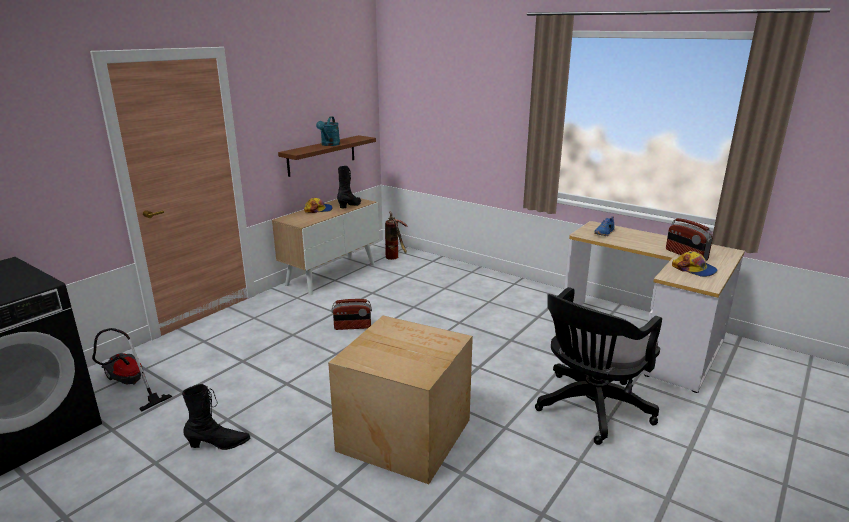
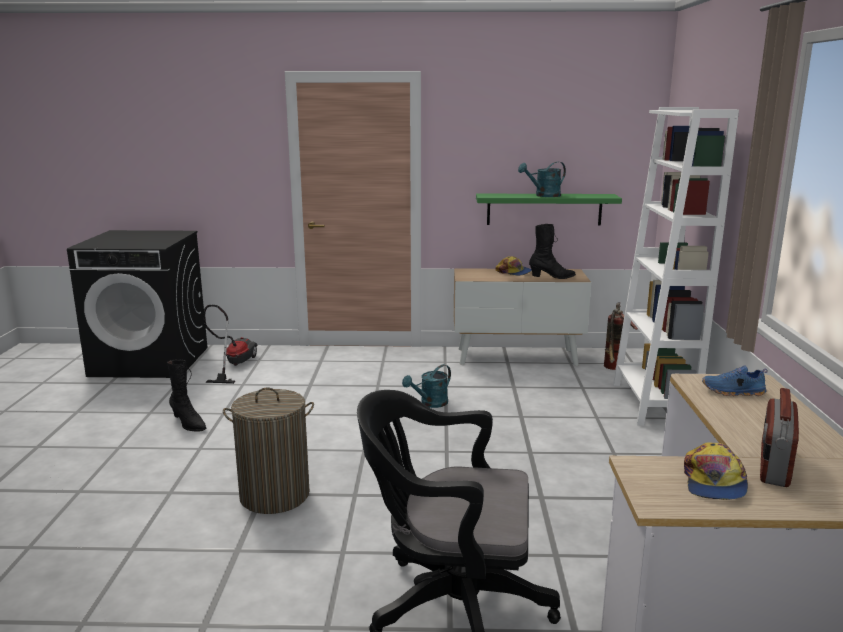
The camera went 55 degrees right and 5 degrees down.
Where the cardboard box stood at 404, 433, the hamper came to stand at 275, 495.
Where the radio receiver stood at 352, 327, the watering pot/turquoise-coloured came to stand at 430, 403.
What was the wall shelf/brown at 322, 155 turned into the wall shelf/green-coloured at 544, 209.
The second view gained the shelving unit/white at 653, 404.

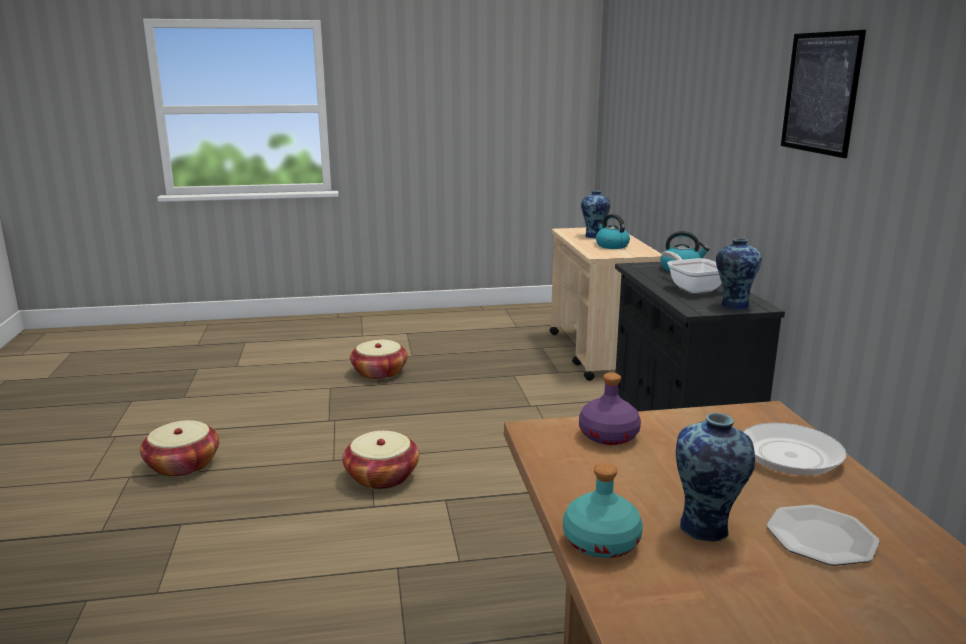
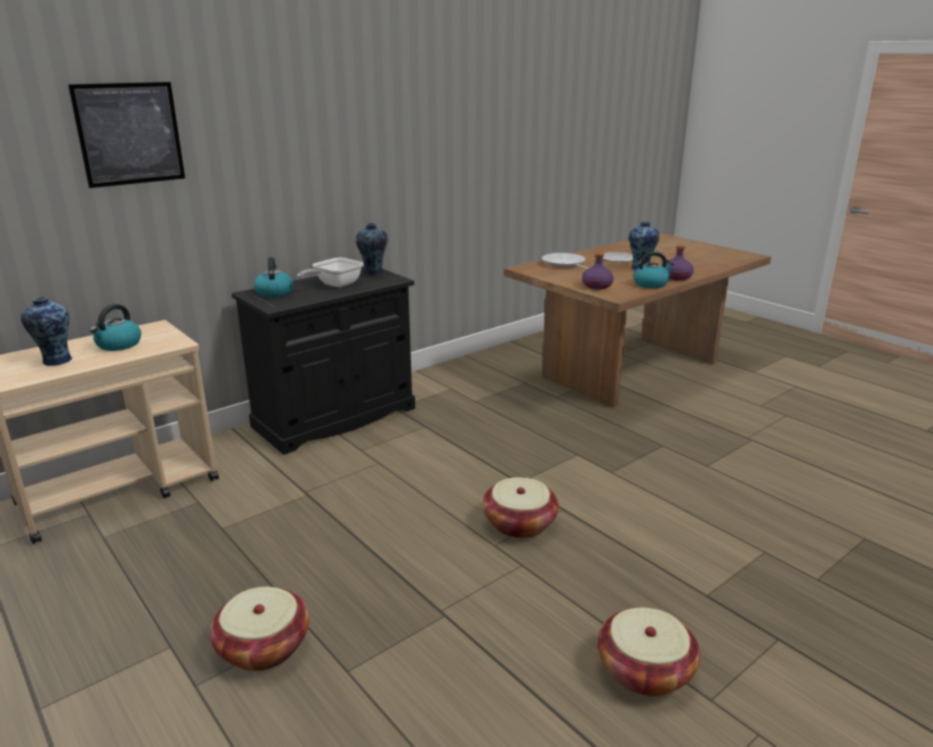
The camera went 120 degrees left and 5 degrees up.
The wall picture ended up elsewhere, having gone from 820, 93 to 129, 134.
The second view gained the water kettle at 651, 284.
What was the beverage bottle/turquoise-coloured at 602, 542 turned into the beverage bottle/purple-coloured at 676, 277.

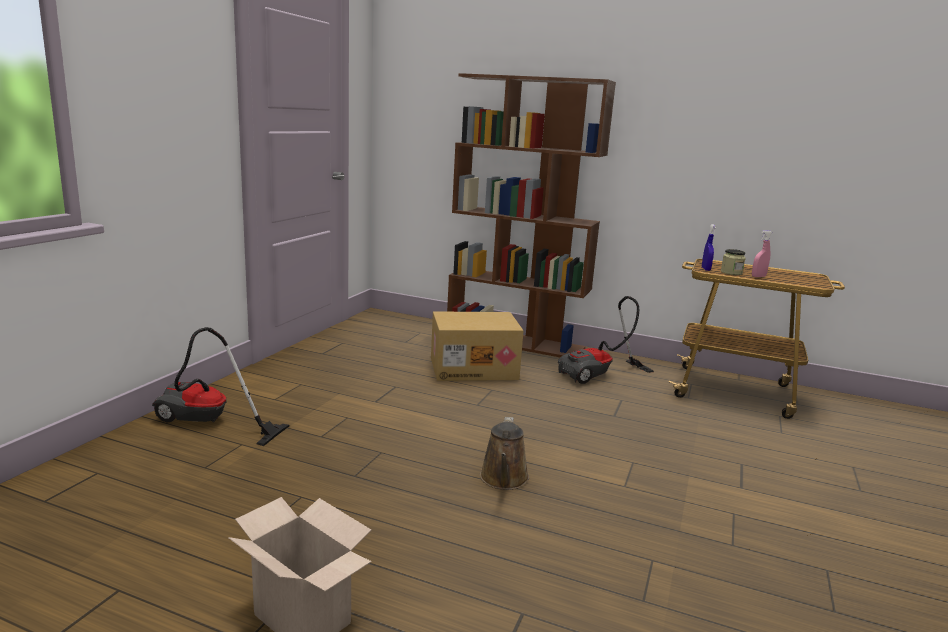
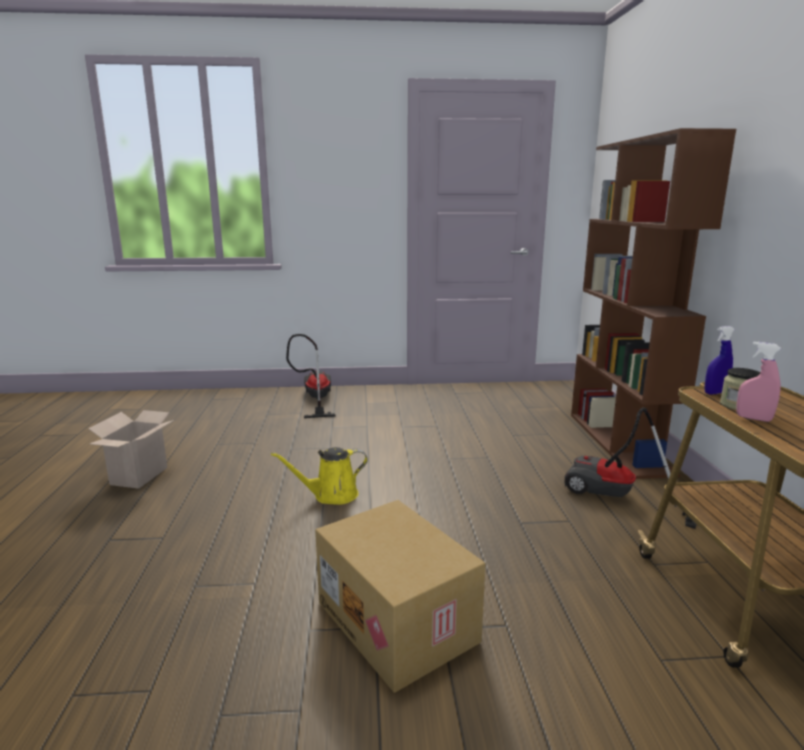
The camera went 65 degrees right and 0 degrees up.
What was the watering pot/brown at 504, 479 turned into the watering pot/yellow at 331, 495.
The cardboard box ended up elsewhere, having gone from 474, 368 to 399, 621.

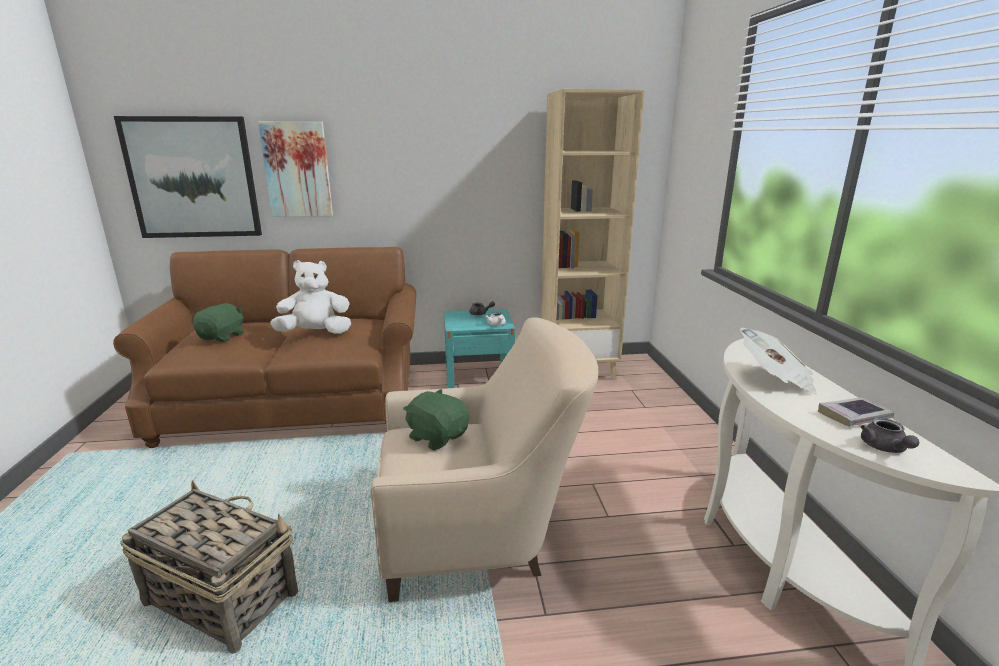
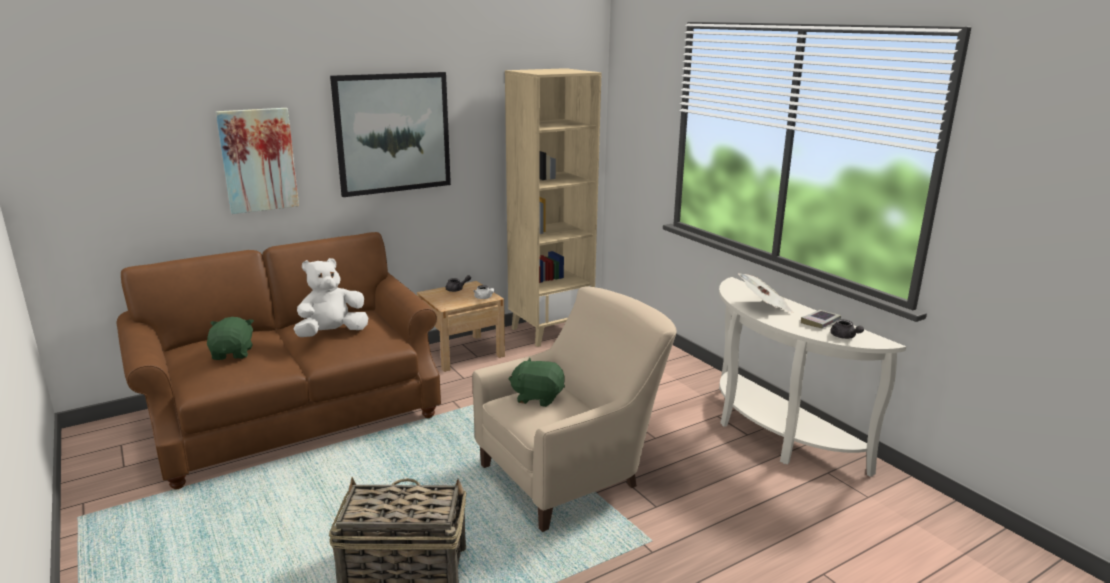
The camera went 25 degrees left and 0 degrees up.
The wall picture ended up elsewhere, having gone from 193, 178 to 393, 133.
What was the night table/turquoise-coloured at 478, 375 turned into the night table/sand-coloured at 462, 352.

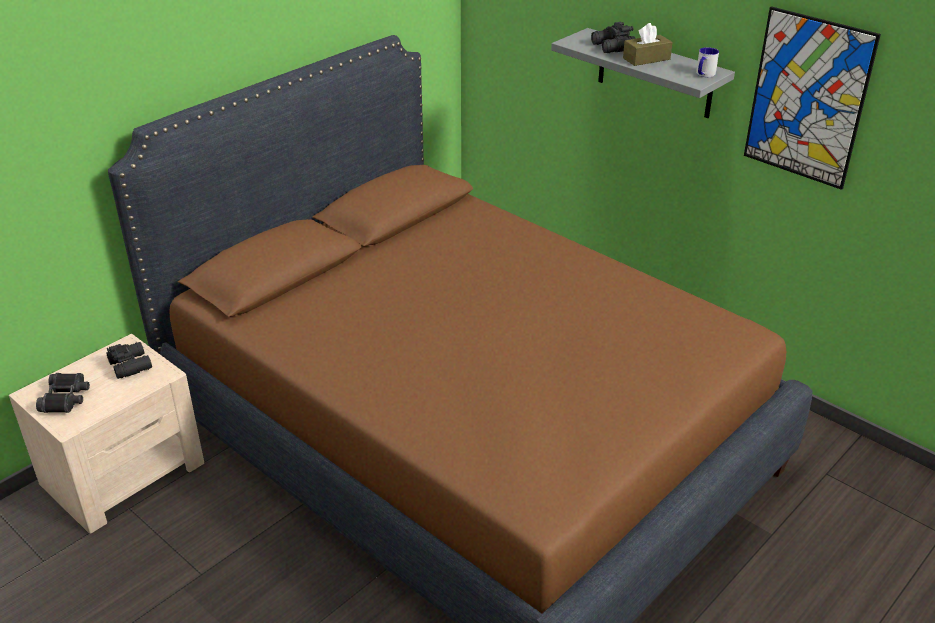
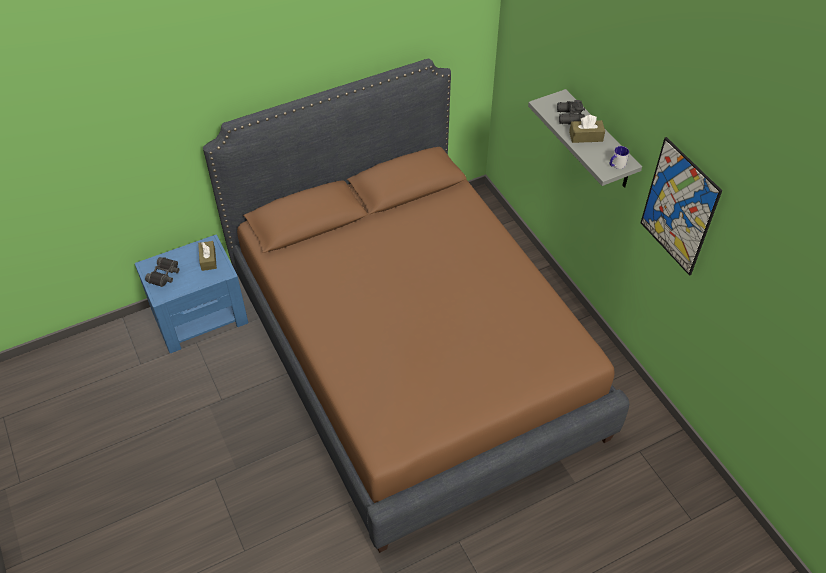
The camera went 20 degrees right and 15 degrees up.
What was the night table/sand-coloured at 124, 473 turned into the night table/blue at 200, 316.
Where the field glasses/blackish stood at 131, 364, the tissue holder/brown came to stand at 208, 259.

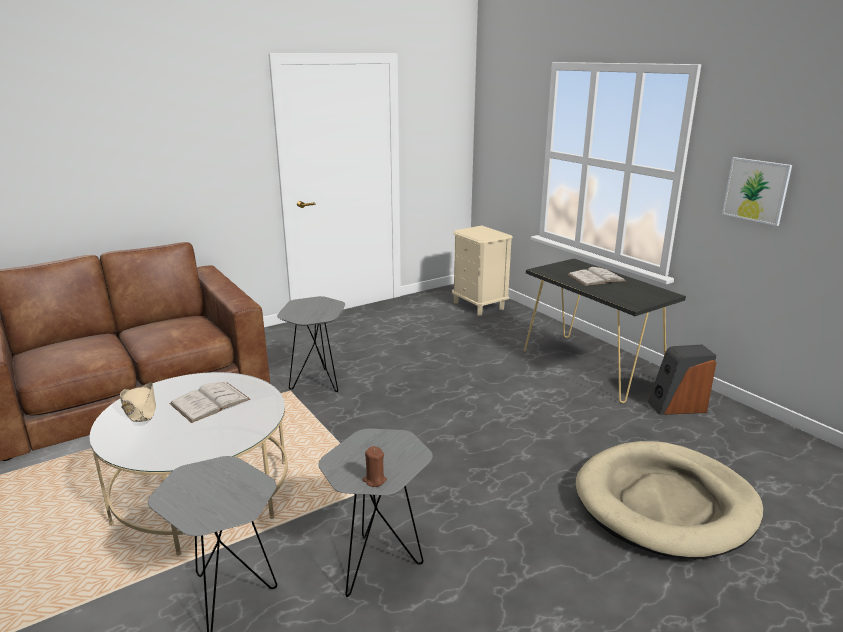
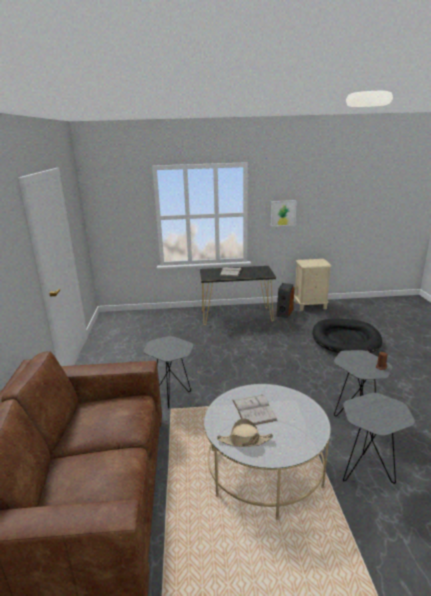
The camera went 60 degrees left and 0 degrees up.
The night table/sand-coloured ended up elsewhere, having gone from 479, 305 to 310, 305.
What was the dog bed/sand-coloured at 665, 503 turned into the dog bed/blackish at 345, 339.

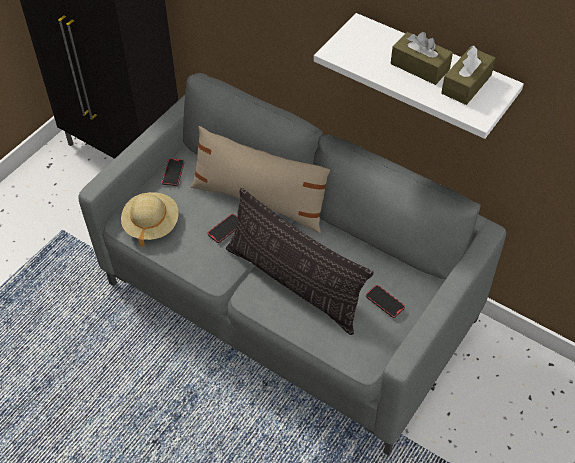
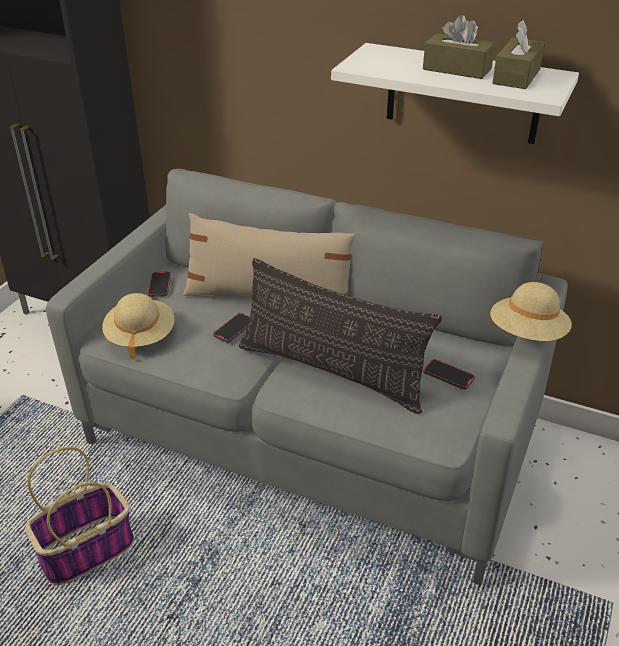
The camera went 10 degrees left and 15 degrees down.
The second view gained the household basket at 87, 549.
The second view gained the clothing hat/sand-coloured at 527, 334.

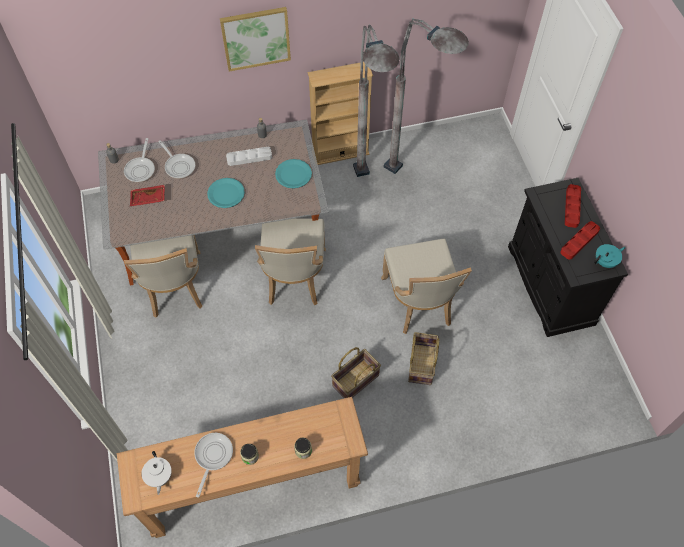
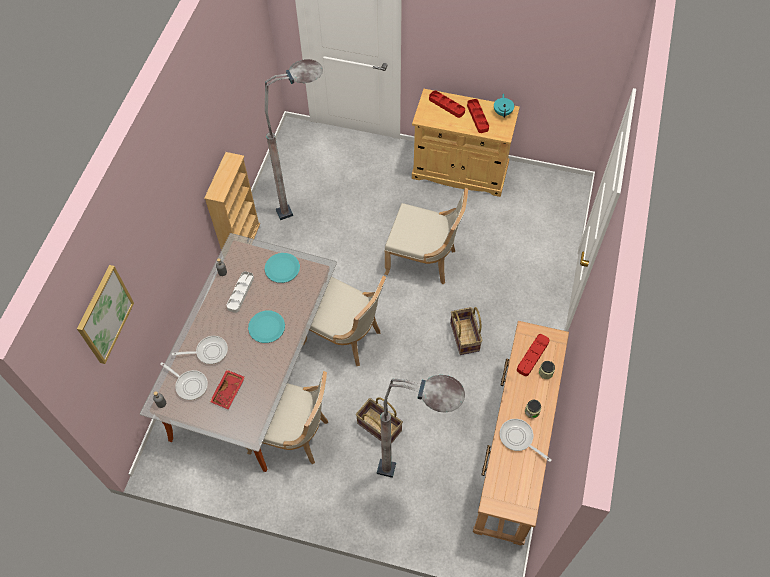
The camera went 60 degrees left and 0 degrees up.
The wall picture ended up elsewhere, having gone from 256, 38 to 104, 314.
The household basket ended up elsewhere, having gone from 421, 364 to 378, 427.
The standing lamp/gray ended up elsewhere, having gone from 369, 193 to 418, 477.
What was the cabinet/blackish at 550, 285 turned into the cabinet/sand-coloured at 460, 171.
The second view gained the carrying tray/red at 532, 356.
The second view lost the pot for tea/white at 159, 477.

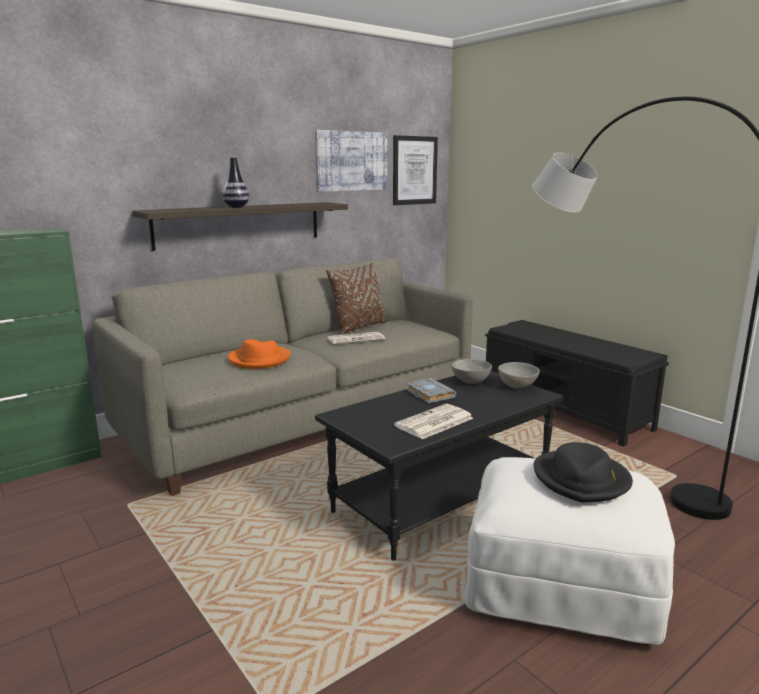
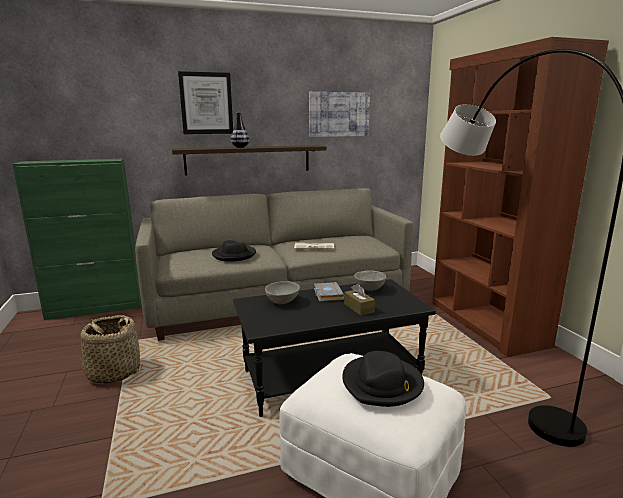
The camera went 20 degrees right and 0 degrees up.
The second view gained the household basket at 113, 372.
The wall picture ended up elsewhere, having gone from 414, 170 to 206, 103.
What was the clothing hat/orange at 259, 360 turned into the clothing hat/blackish at 234, 255.
The deep dish/gray ended up elsewhere, having gone from 518, 386 to 283, 302.
The second view gained the tissue holder/brown at 359, 308.
Where the indoor bench/blackish stood at 565, 410, the shelving unit/brown came to stand at 486, 323.
The second view lost the cushion/brown at 359, 327.
The second view lost the newspaper at 434, 422.

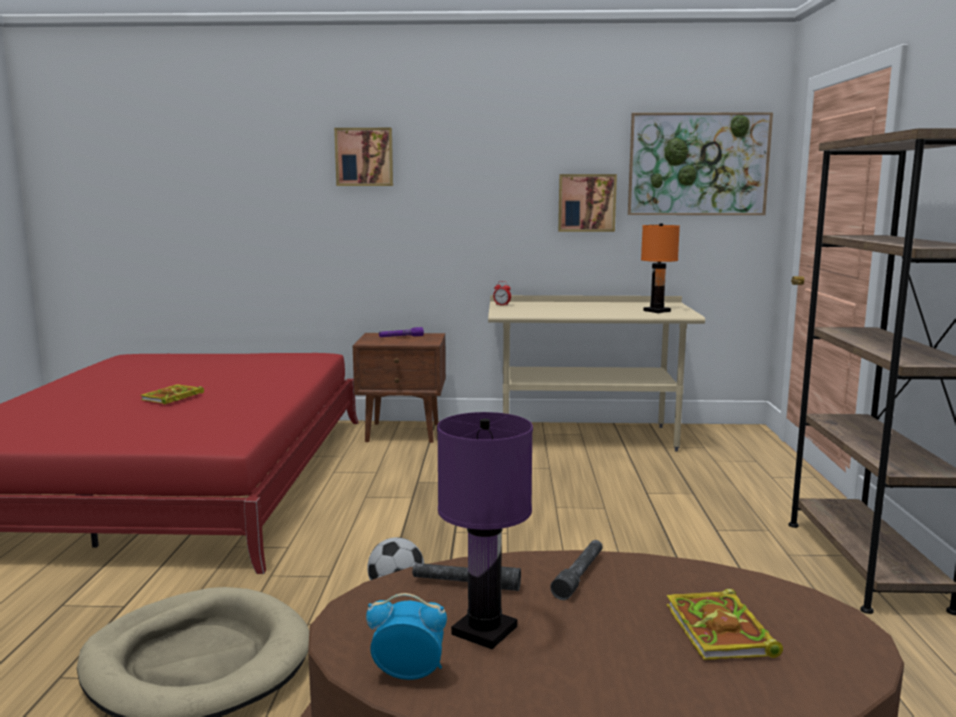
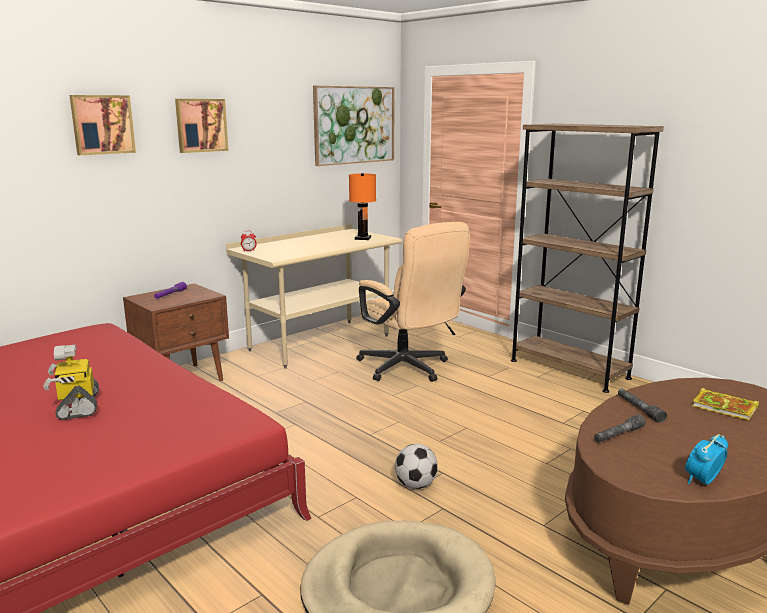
The camera went 45 degrees left and 5 degrees up.
Where the bound book stood at 171, 397, the robot figure came to stand at 77, 406.
The wall picture ended up elsewhere, having gone from 586, 203 to 201, 125.
The second view gained the desk chair/sand-coloured at 409, 369.
The second view lost the tabletop lamp/purple-coloured at 485, 630.

